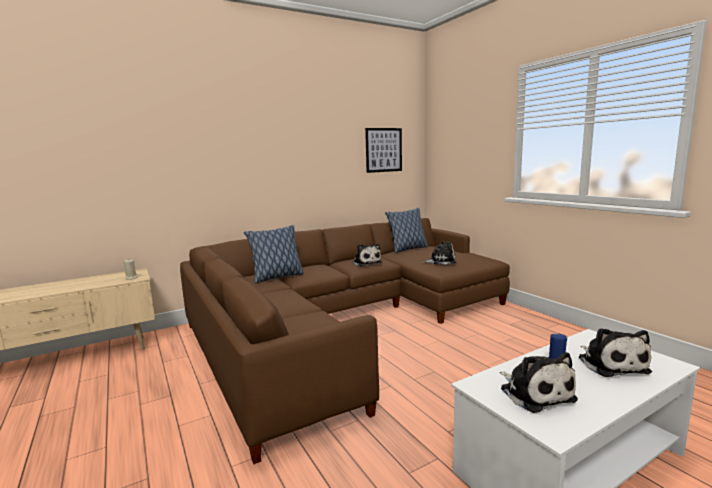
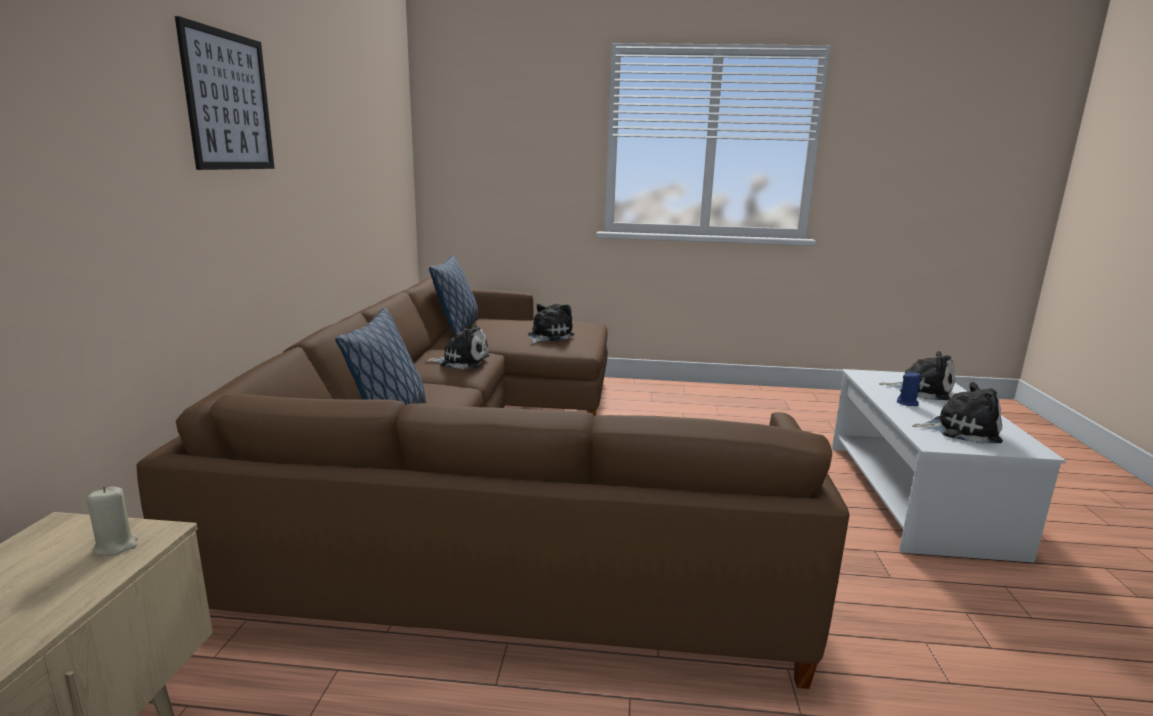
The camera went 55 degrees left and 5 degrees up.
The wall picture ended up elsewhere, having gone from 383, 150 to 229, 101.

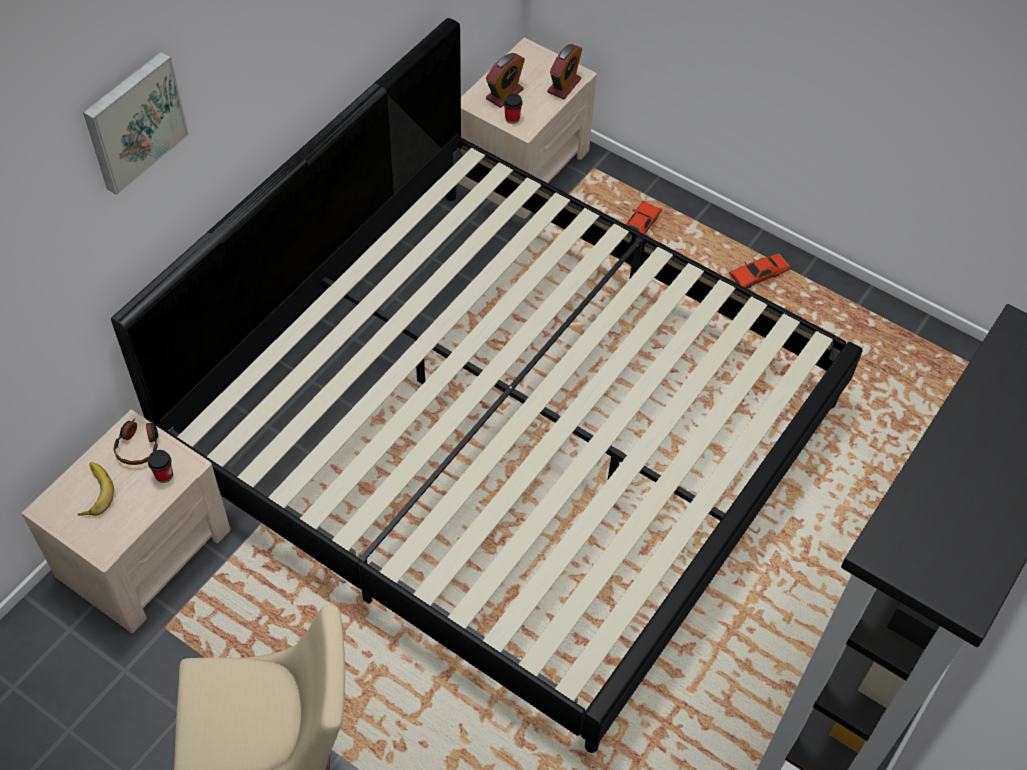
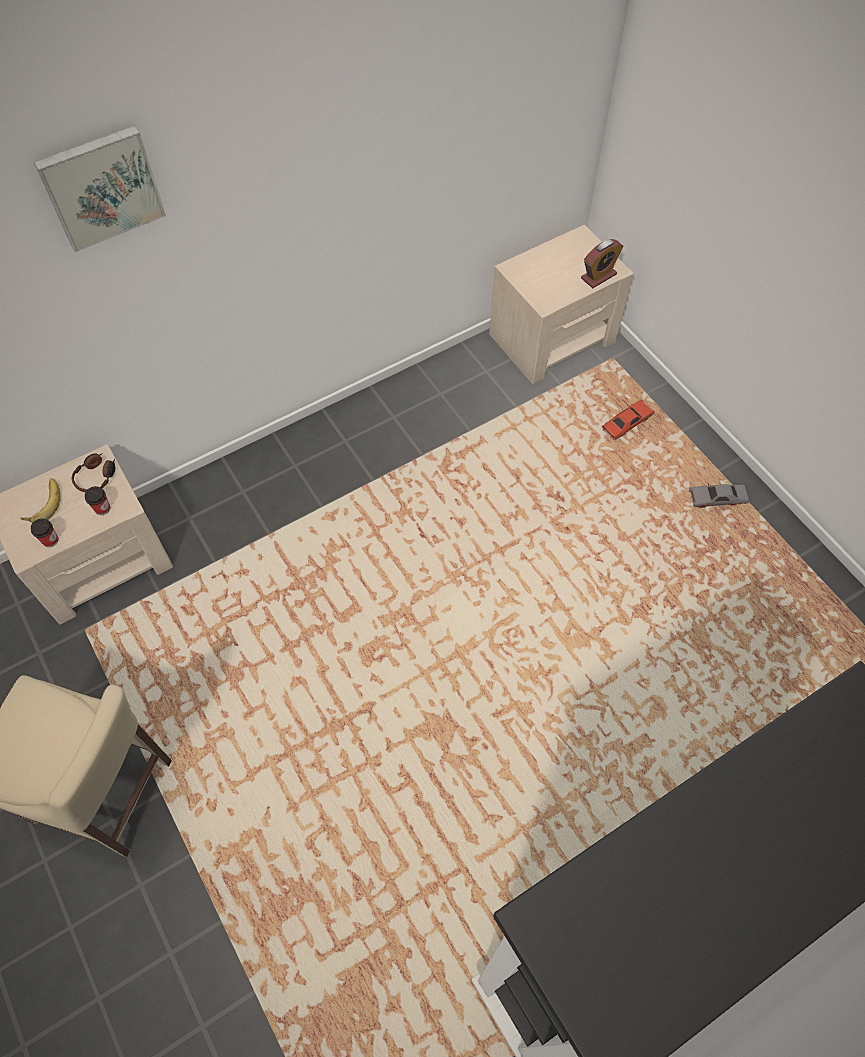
The camera went 25 degrees right and 5 degrees up.
The cup ended up elsewhere, having gone from 512, 118 to 50, 540.
What was the toy car/red at 758, 275 turned into the toy car/gray at 717, 499.
The second view lost the bedroom bed at 510, 434.
The second view lost the table clock at 504, 94.

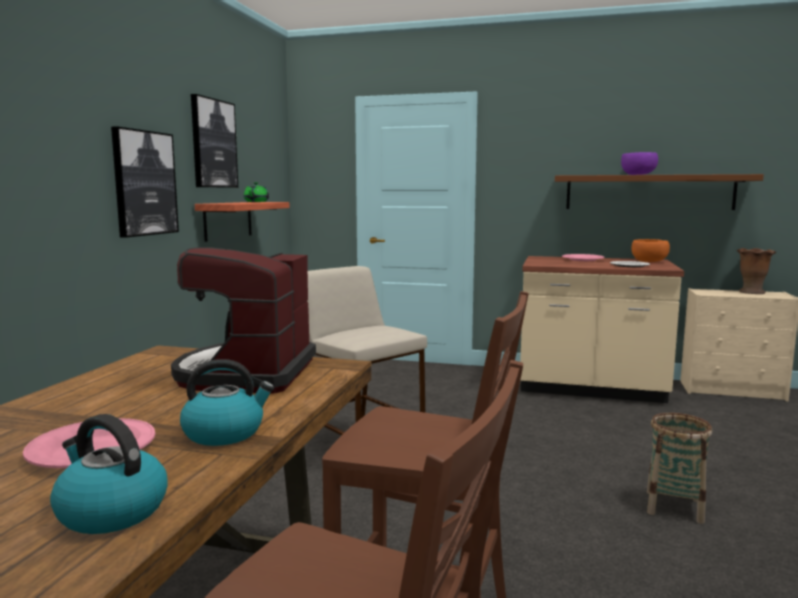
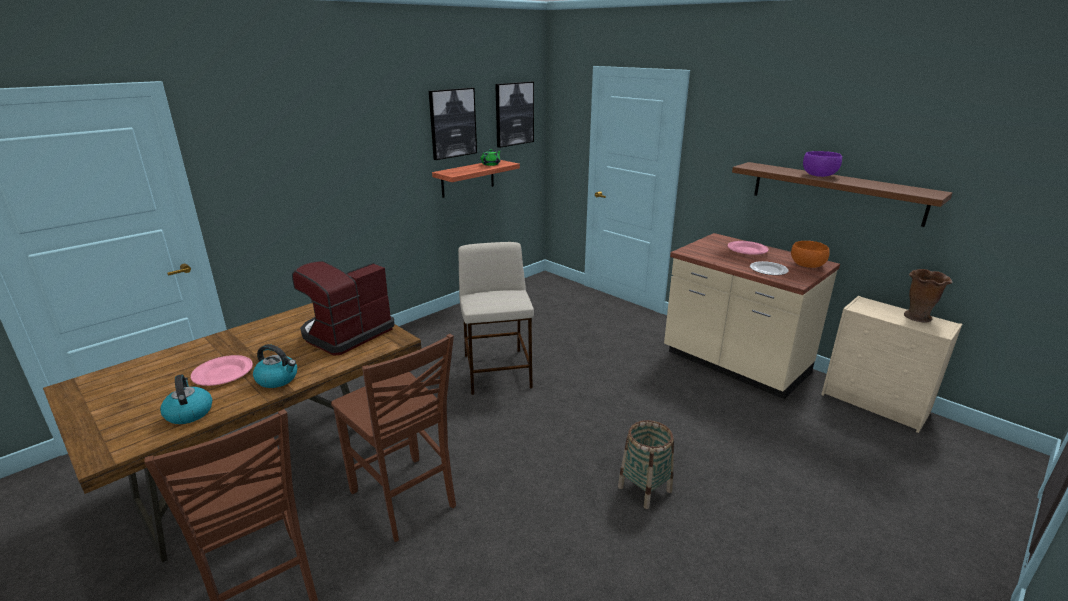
The camera went 30 degrees right and 15 degrees up.
The wall picture ended up elsewhere, having gone from 144, 183 to 514, 114.

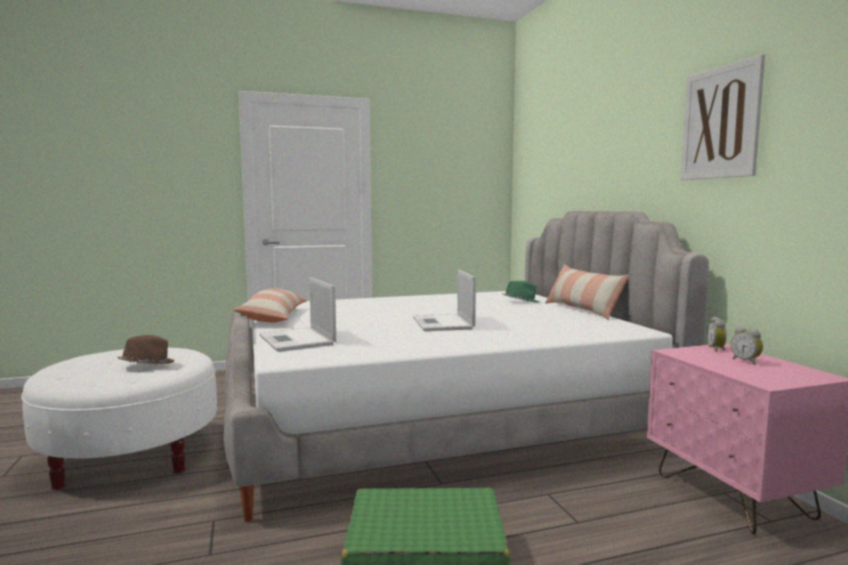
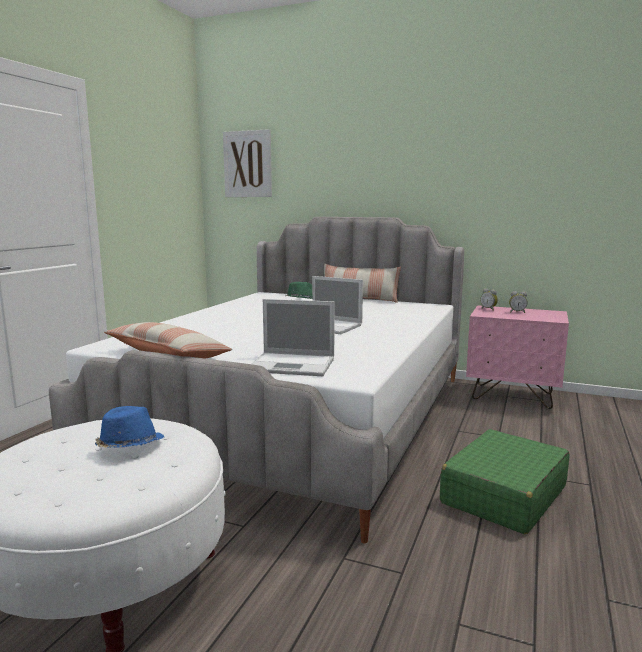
The camera went 50 degrees left and 5 degrees up.
What was the clothing hat/brown at 146, 364 turned into the clothing hat/blue at 129, 446.
The wall picture ended up elsewhere, having gone from 720, 123 to 247, 164.

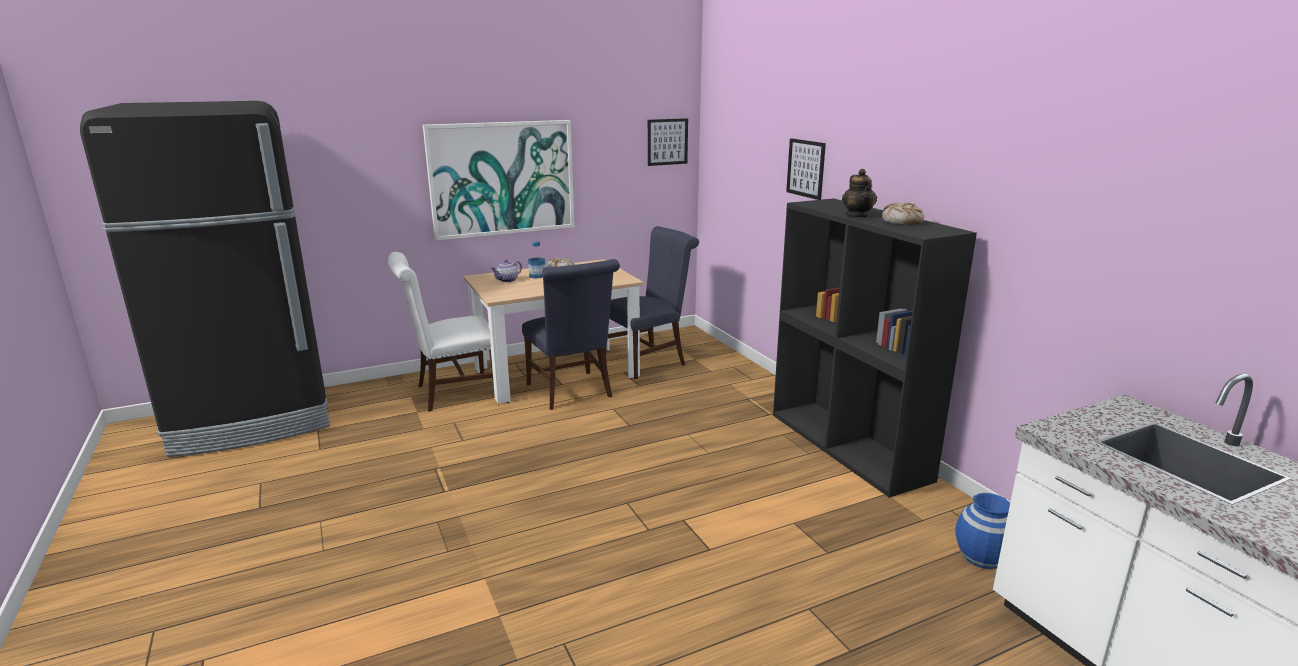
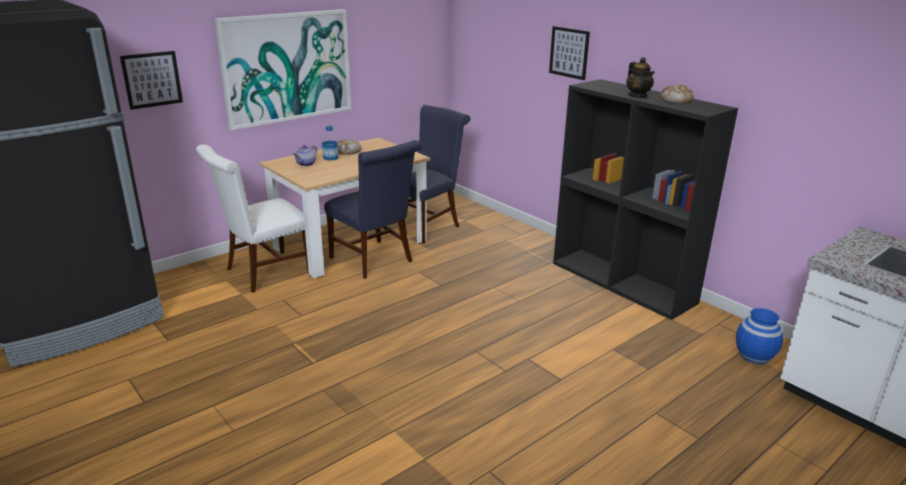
The camera went 15 degrees left and 5 degrees up.
The wall picture ended up elsewhere, having gone from 667, 142 to 152, 79.

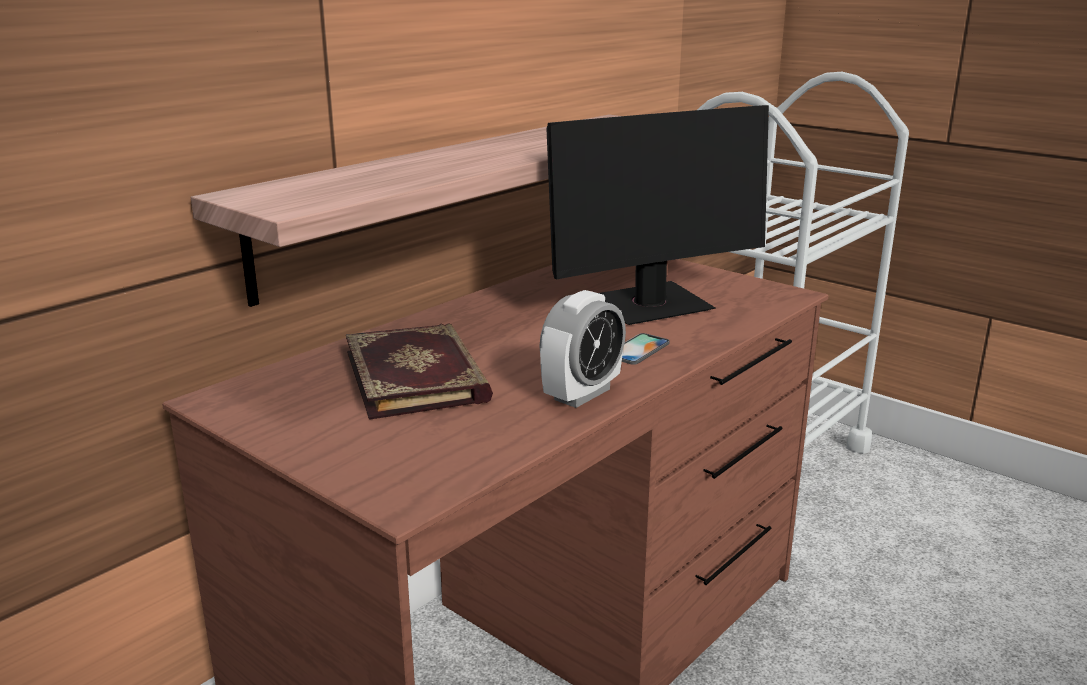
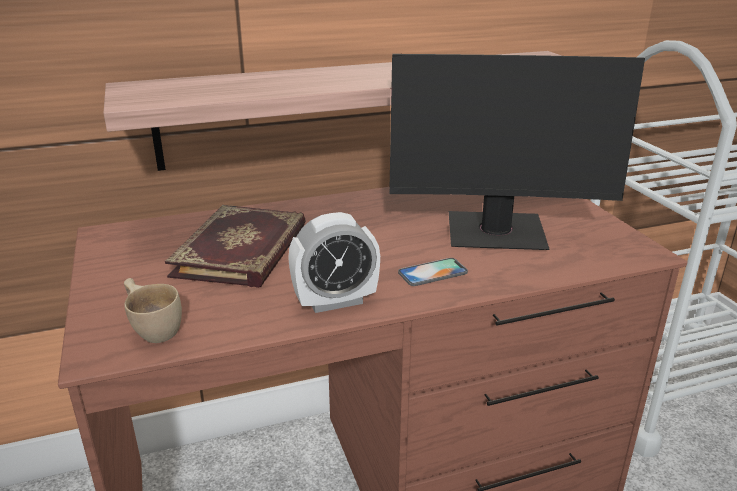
The camera went 30 degrees right and 5 degrees up.
The second view gained the cup/sand-coloured at 154, 327.

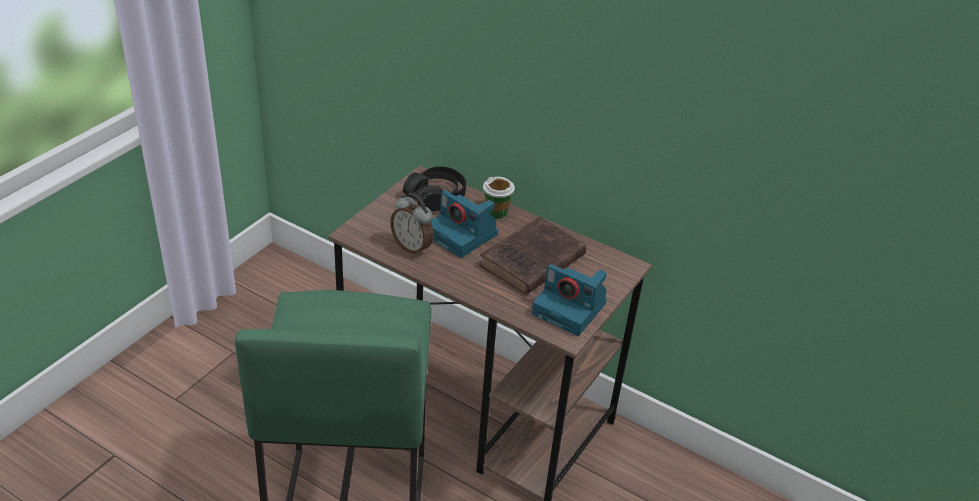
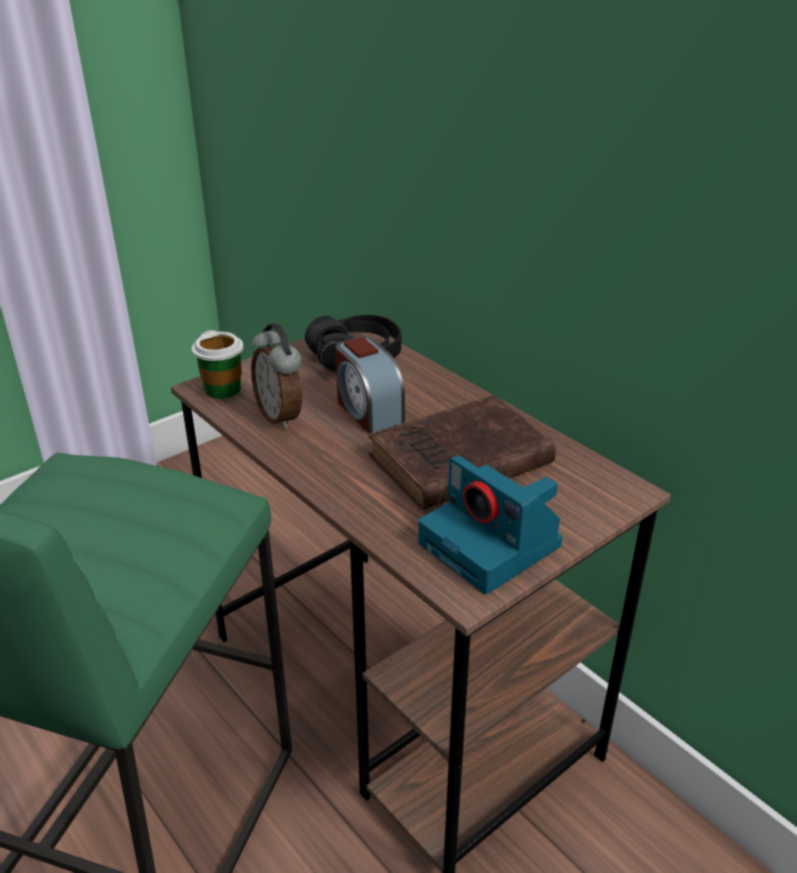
The camera went 20 degrees right and 5 degrees down.
The cup ended up elsewhere, having gone from 496, 212 to 223, 389.
Where the photo camera stood at 463, 235, the table clock came to stand at 368, 410.

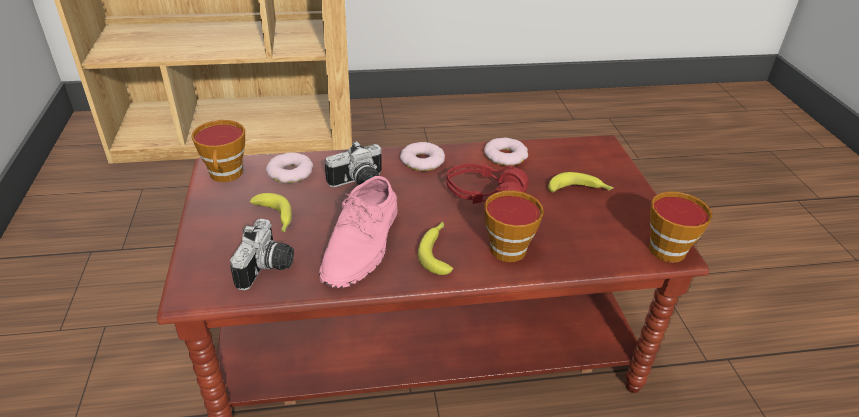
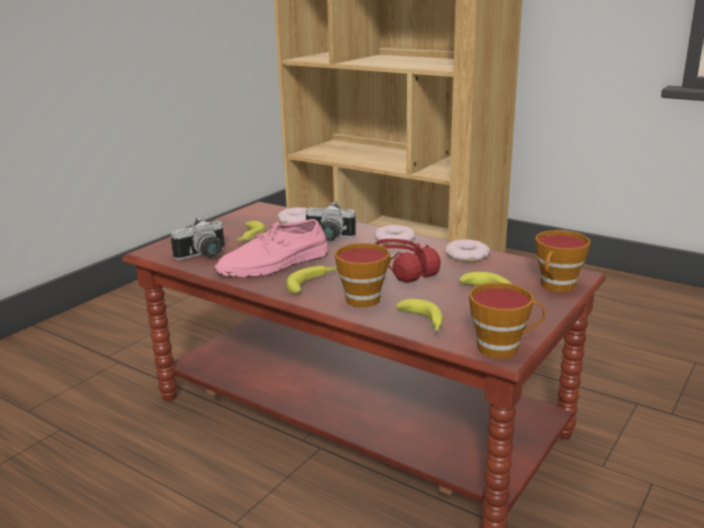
The camera went 45 degrees right and 15 degrees down.
The second view gained the banana fruit at 423, 323.
The cup ended up elsewhere, having gone from 226, 175 to 556, 286.

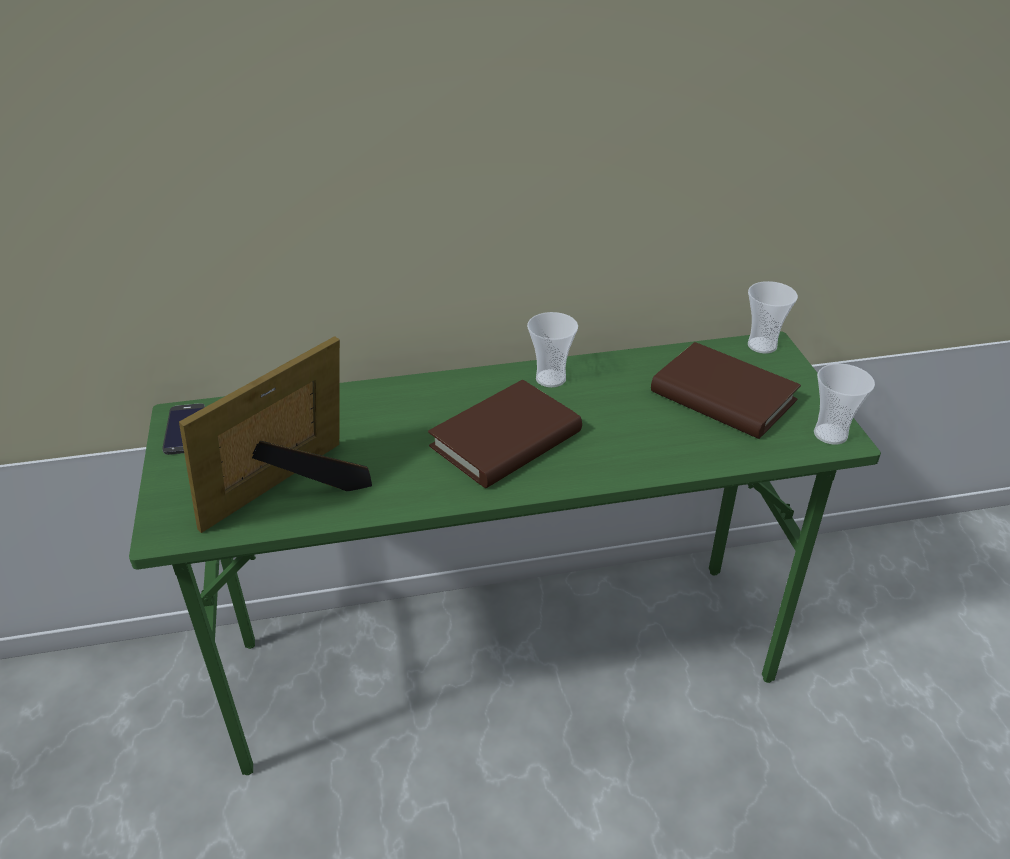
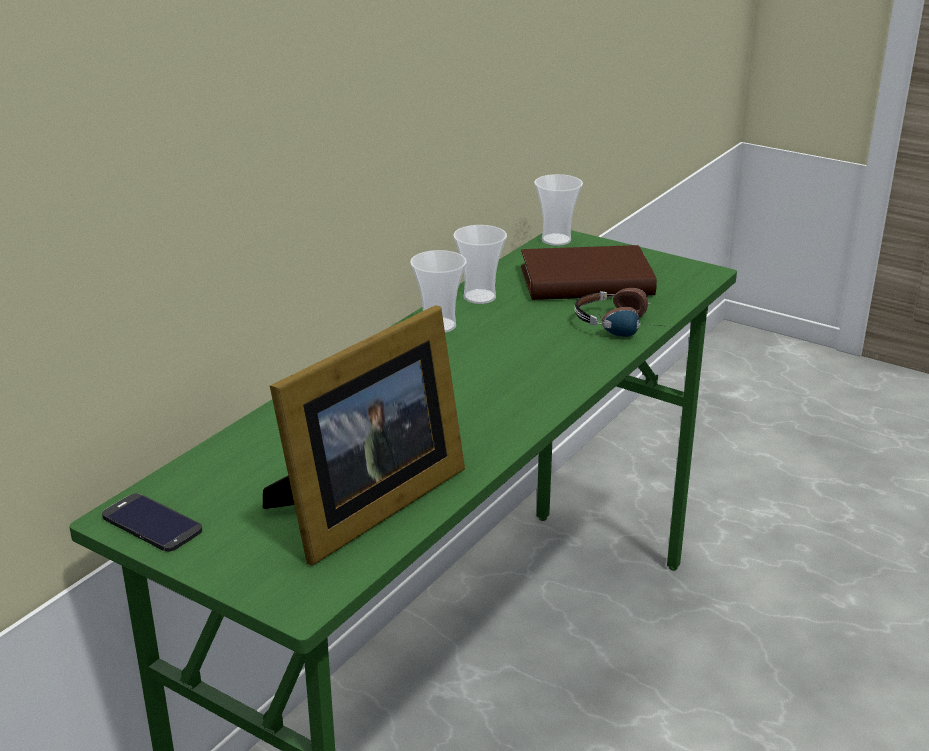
The camera went 45 degrees left and 10 degrees down.
The photo frame at 291, 491 ended up facing another way, 135 degrees counterclockwise from before.
The cup ended up elsewhere, having gone from 830, 434 to 479, 297.
The second view gained the headset at 625, 325.
The second view lost the bound book/brown at 506, 440.

